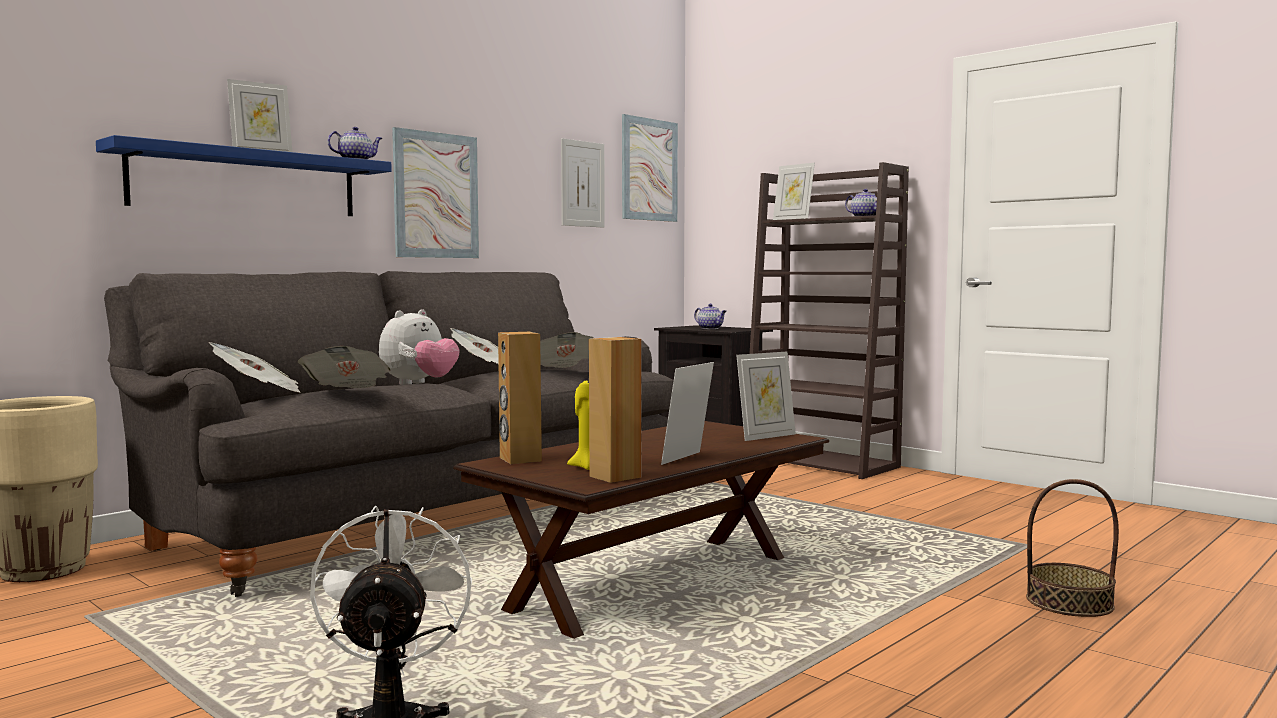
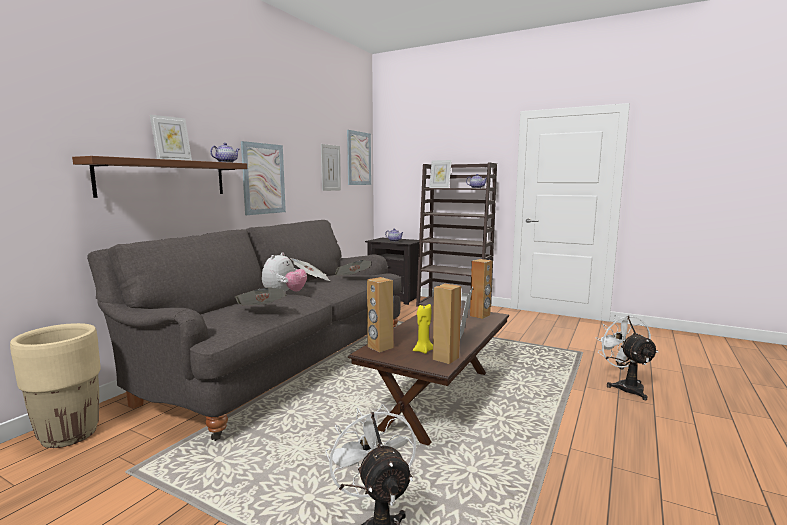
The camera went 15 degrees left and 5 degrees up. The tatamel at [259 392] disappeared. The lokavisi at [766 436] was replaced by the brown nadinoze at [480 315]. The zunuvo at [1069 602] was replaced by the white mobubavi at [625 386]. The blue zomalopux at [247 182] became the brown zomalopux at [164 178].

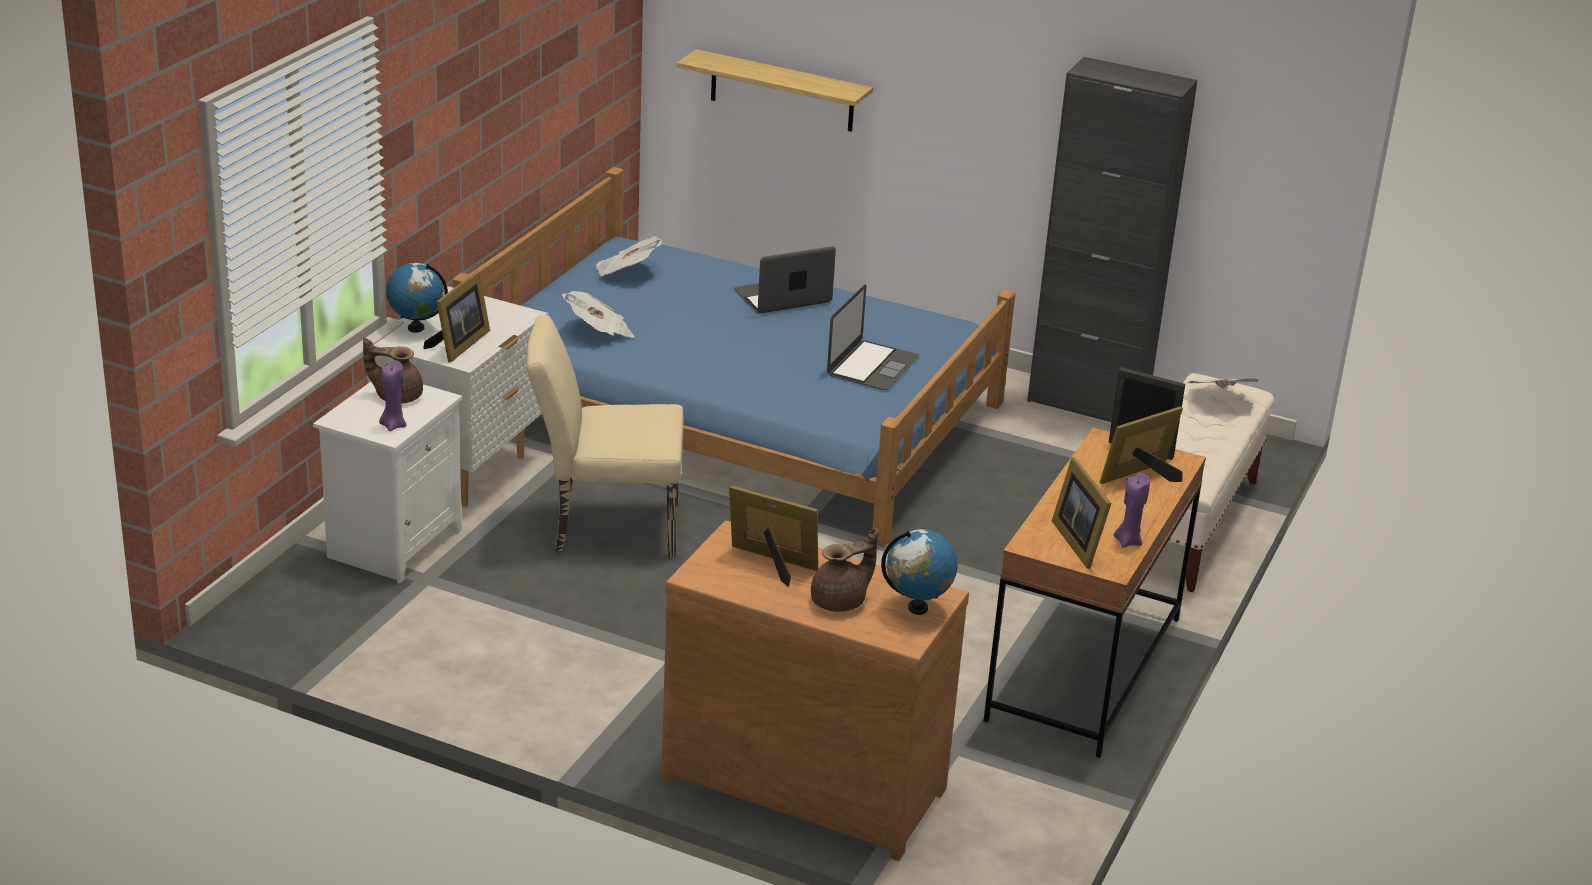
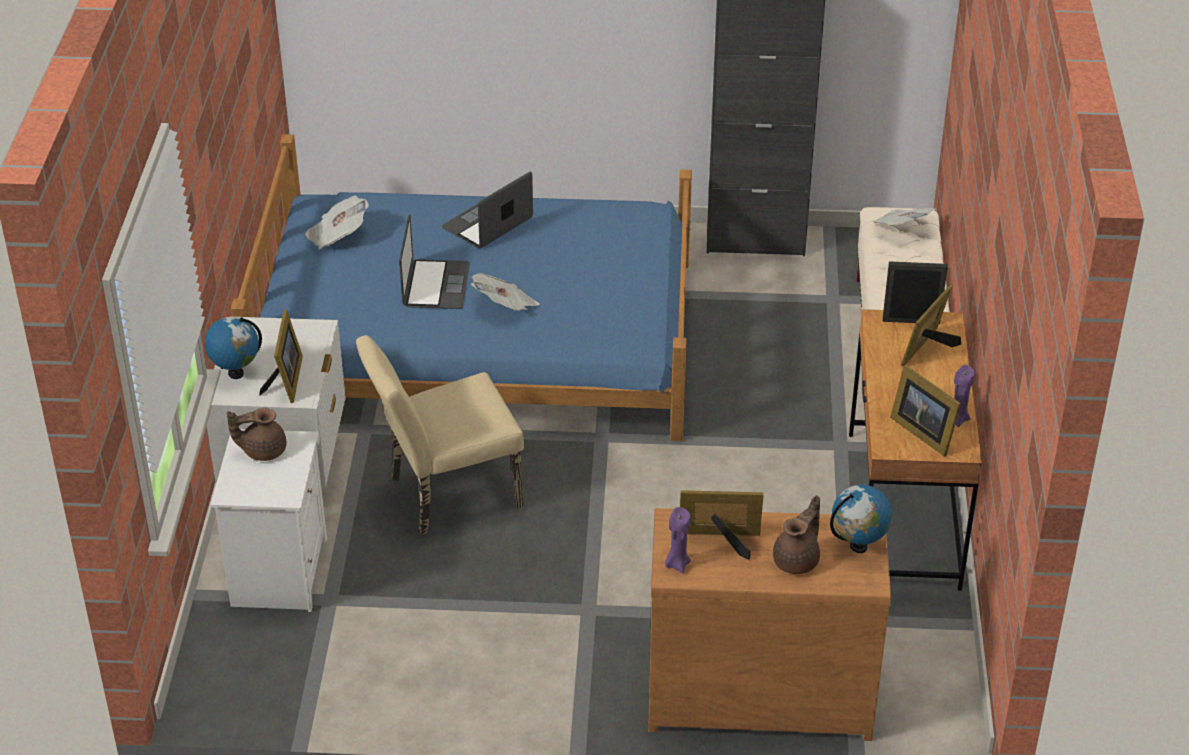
The camera went 20 degrees left and 10 degrees up. The zomalopux at [782 91] disappeared. The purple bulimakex moved from [393 425] to [677 564]. The tatamel moved from [599 332] to [505 307]. The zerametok moved from [872 366] to [436 285].

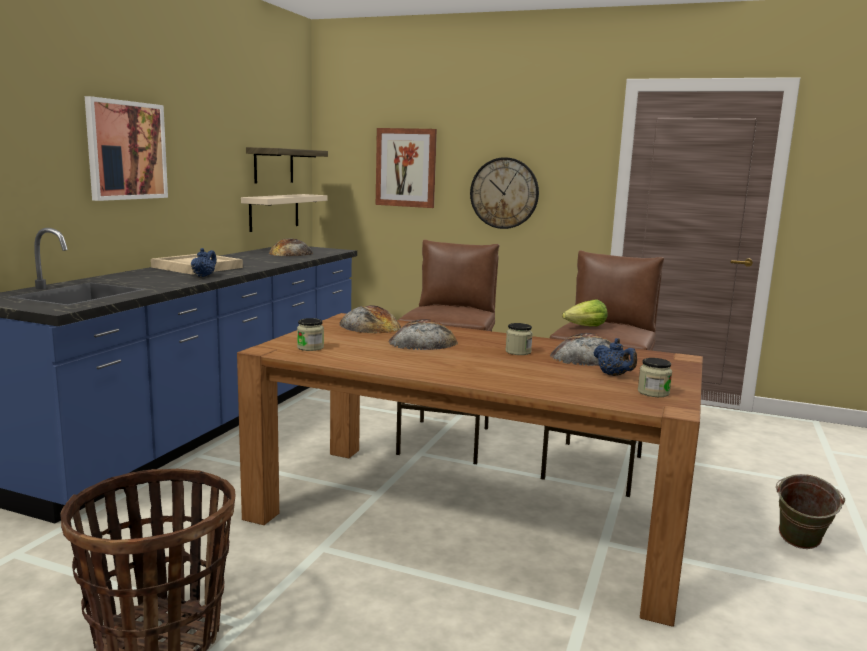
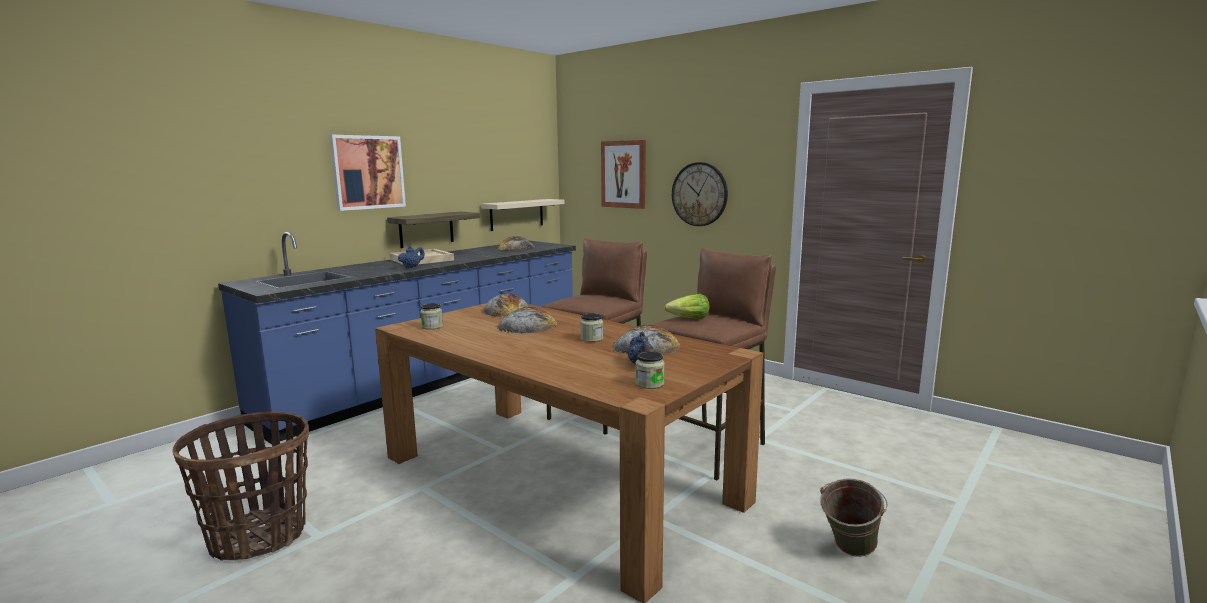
The camera went 20 degrees right and 0 degrees up. The zomalopux moved from [273 165] to [426 229].

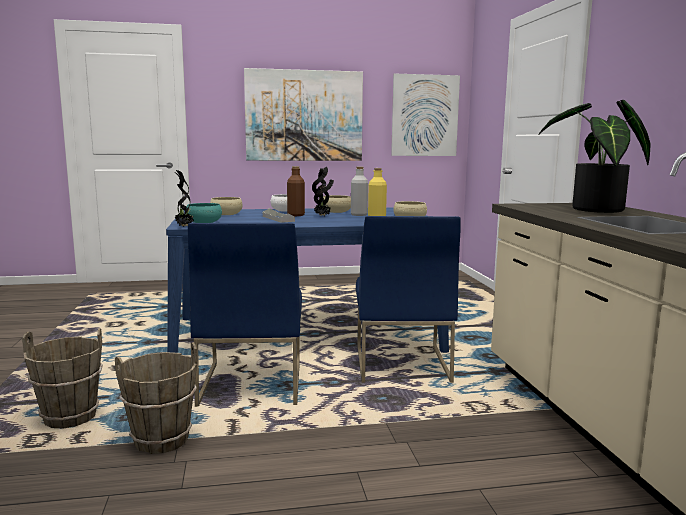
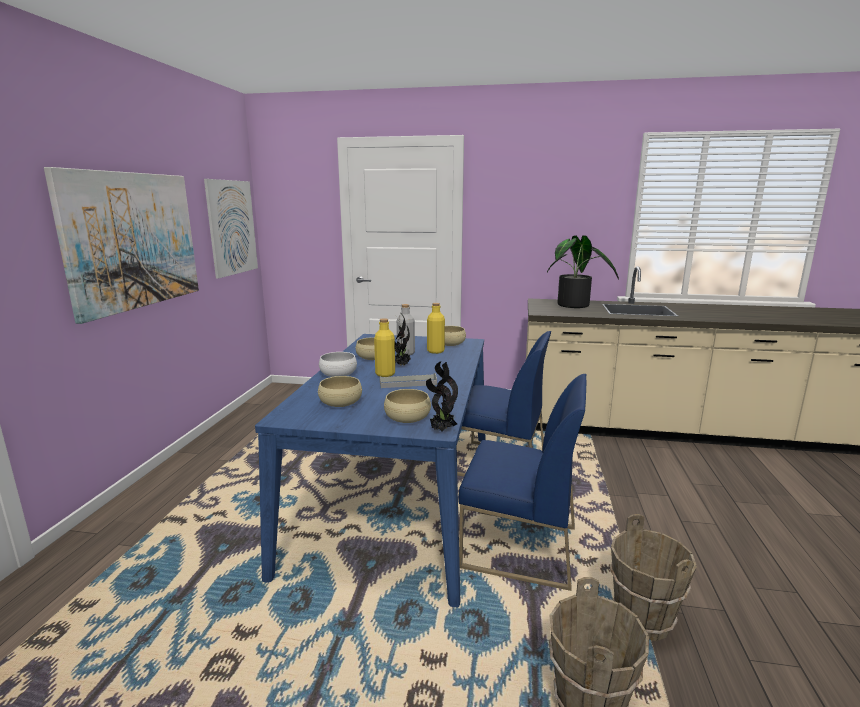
The camera went 70 degrees left and 5 degrees up. The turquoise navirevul at [204 222] became the beige navirevul at [407 418]. The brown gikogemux at [296 215] became the yellow gikogemux at [385 374].

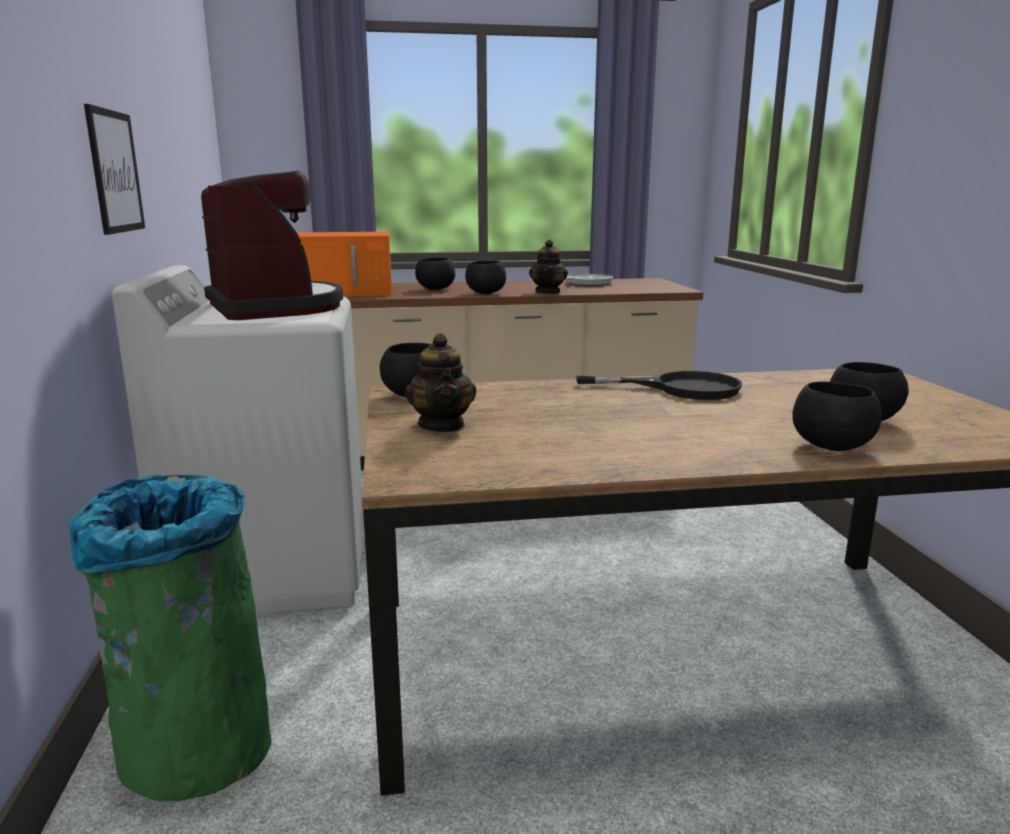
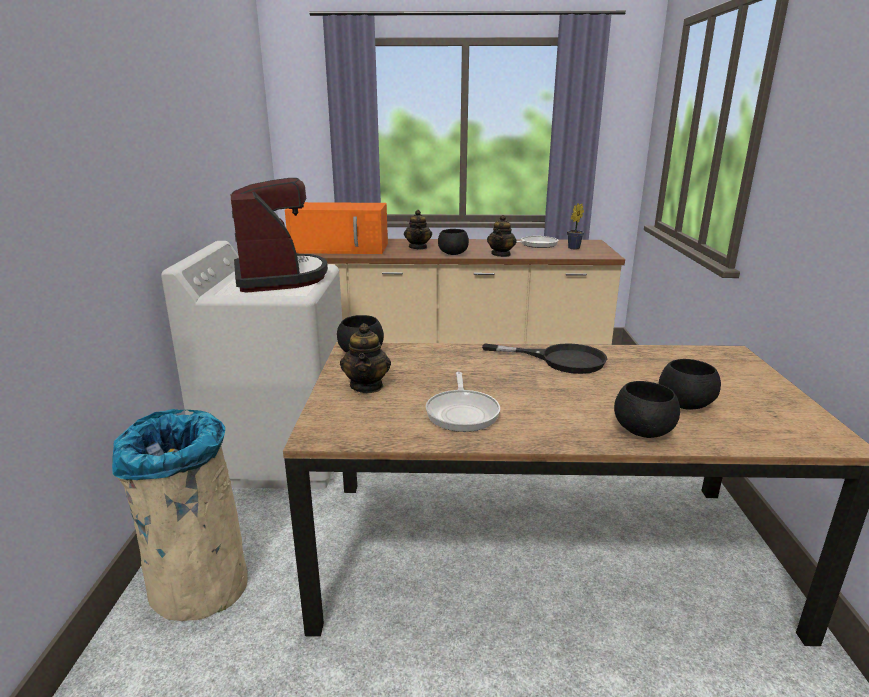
The camera went 10 degrees right and 5 degrees up. The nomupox at [115 172] disappeared. The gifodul at [462 412] appeared. The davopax at [572 248] appeared. The black navirevul at [435 289] was replaced by the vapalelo at [418 247]. The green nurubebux at [195 749] became the beige nurubebux at [199 585].

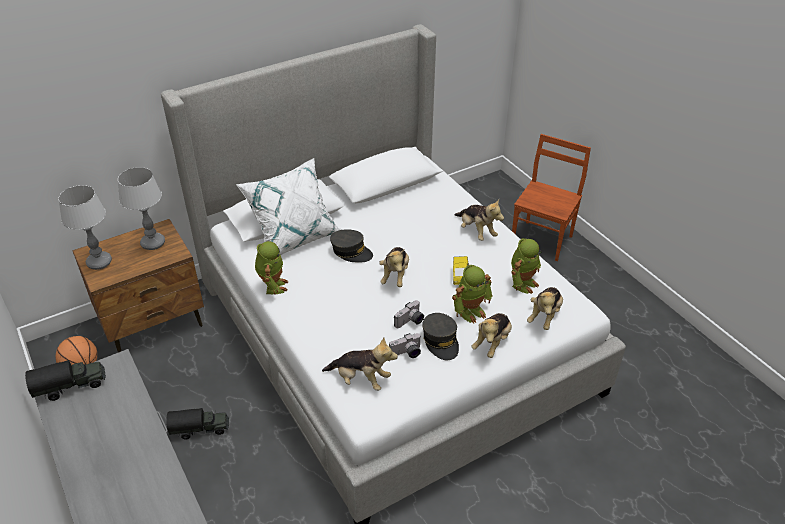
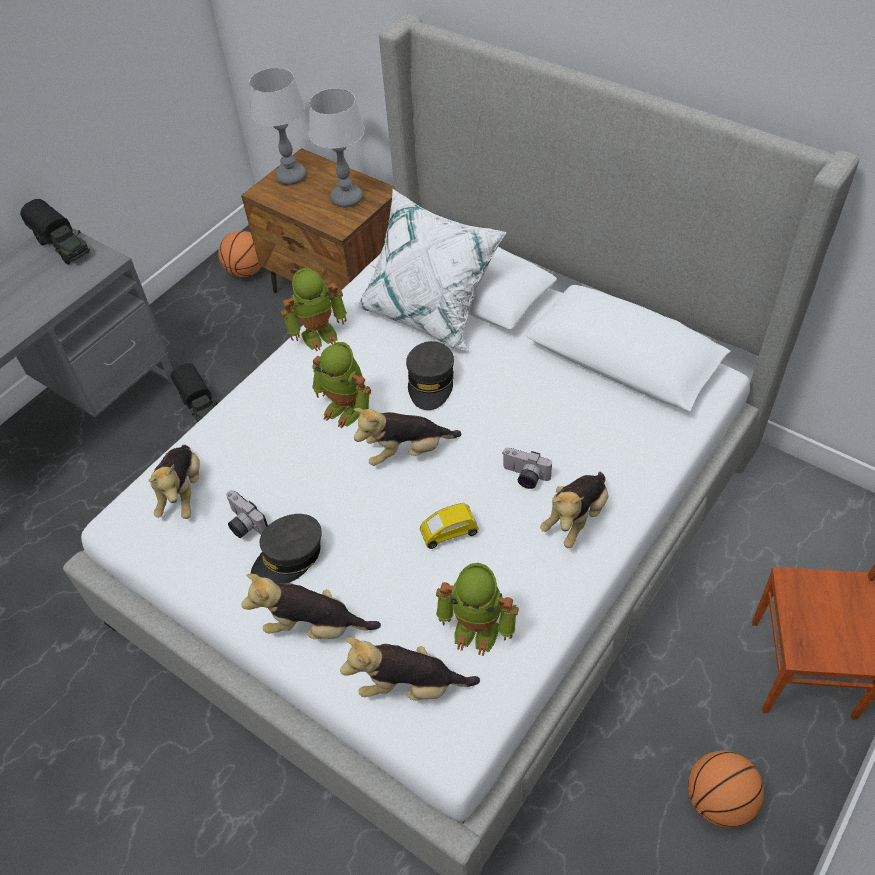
The camera went 70 degrees right and 10 degrees up. The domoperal at [718 800] appeared. The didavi moved from [410 322] to [524 477]. The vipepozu moved from [470 311] to [346 408].

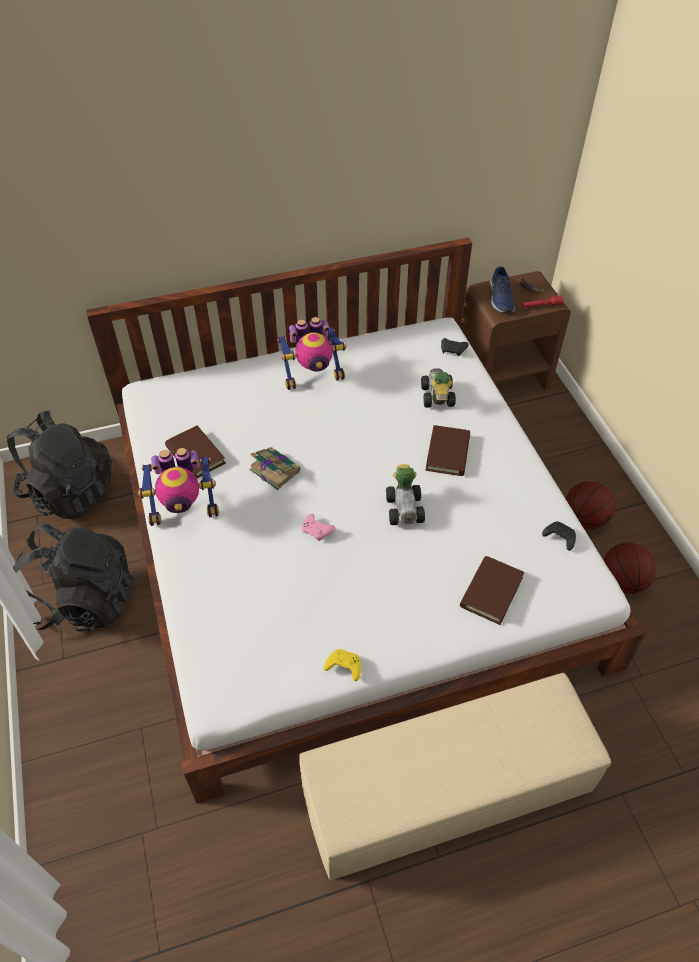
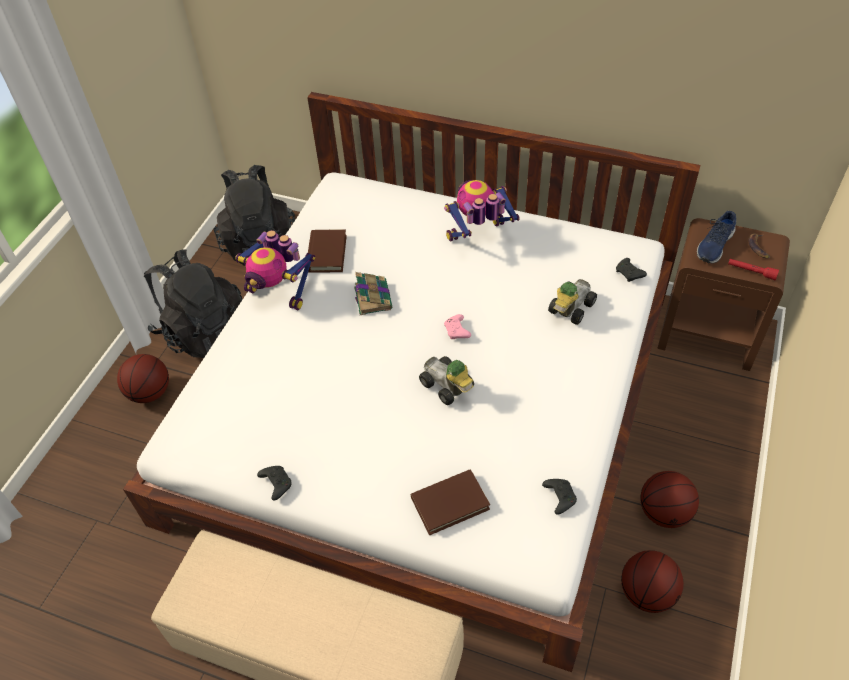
The camera went 40 degrees right and 0 degrees up. The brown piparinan at [447 453] disappeared. The domoperal at [150 393] appeared. The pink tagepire moved from [317 531] to [457 331]. The yellow tagepire at [343 667] became the black tagepire at [276 483]. The vipepozu at [313 377] turned 135 degrees clockwise. The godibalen at [405 507] turned 105 degrees clockwise.

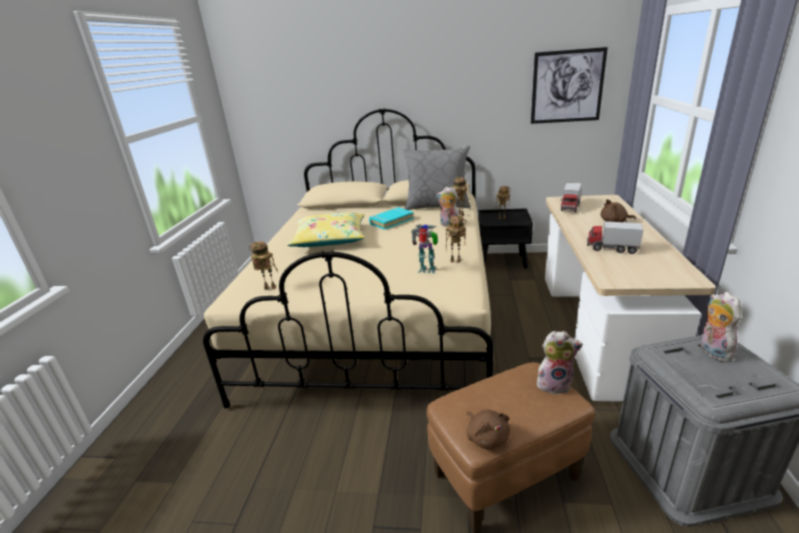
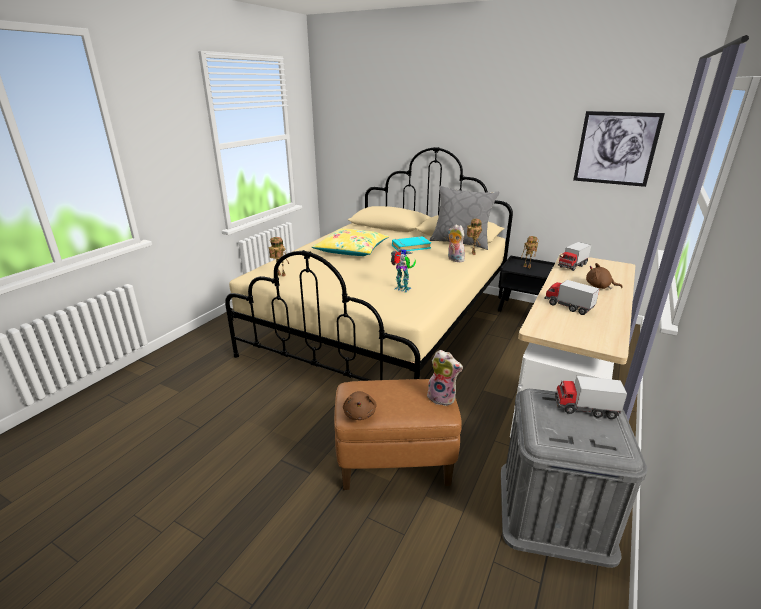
The camera went 20 degrees right and 0 degrees up. The vipepozu at [456 261] disappeared. The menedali at [711 351] was replaced by the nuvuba at [585 409].

